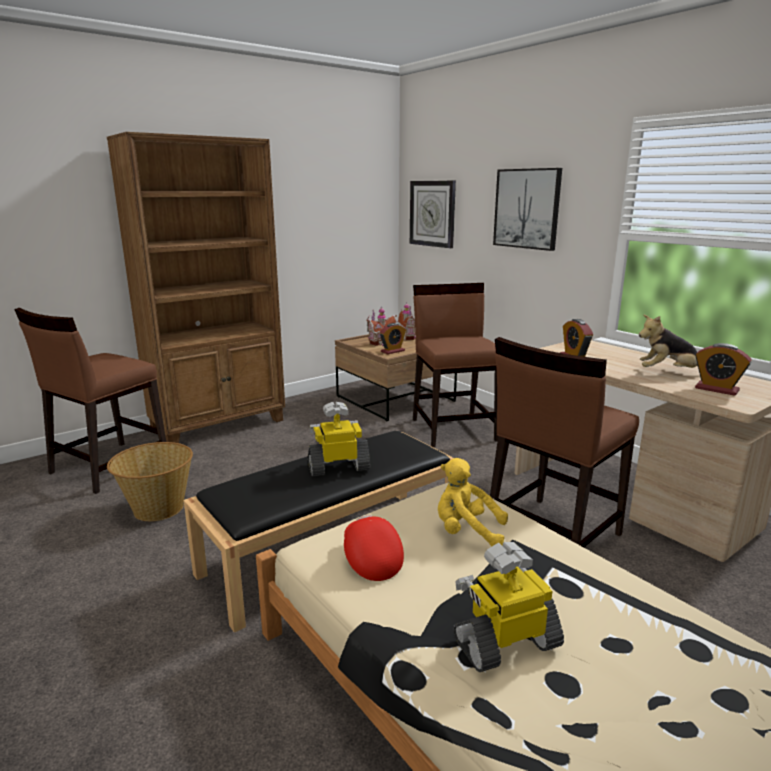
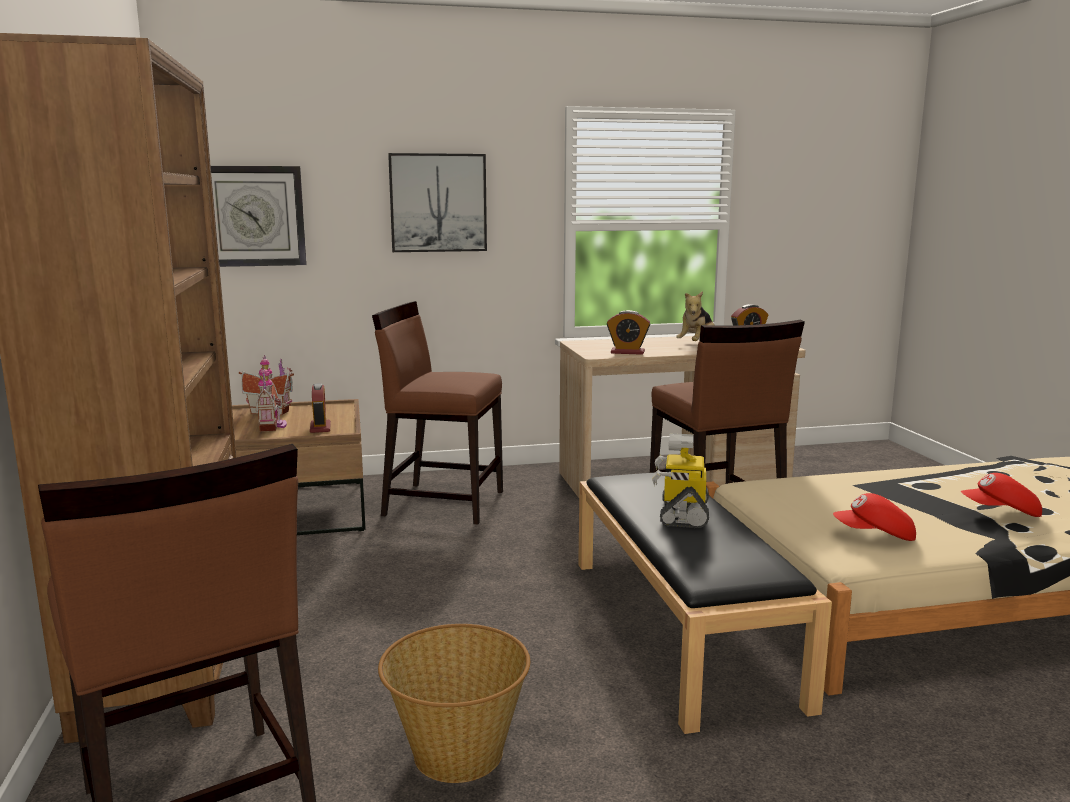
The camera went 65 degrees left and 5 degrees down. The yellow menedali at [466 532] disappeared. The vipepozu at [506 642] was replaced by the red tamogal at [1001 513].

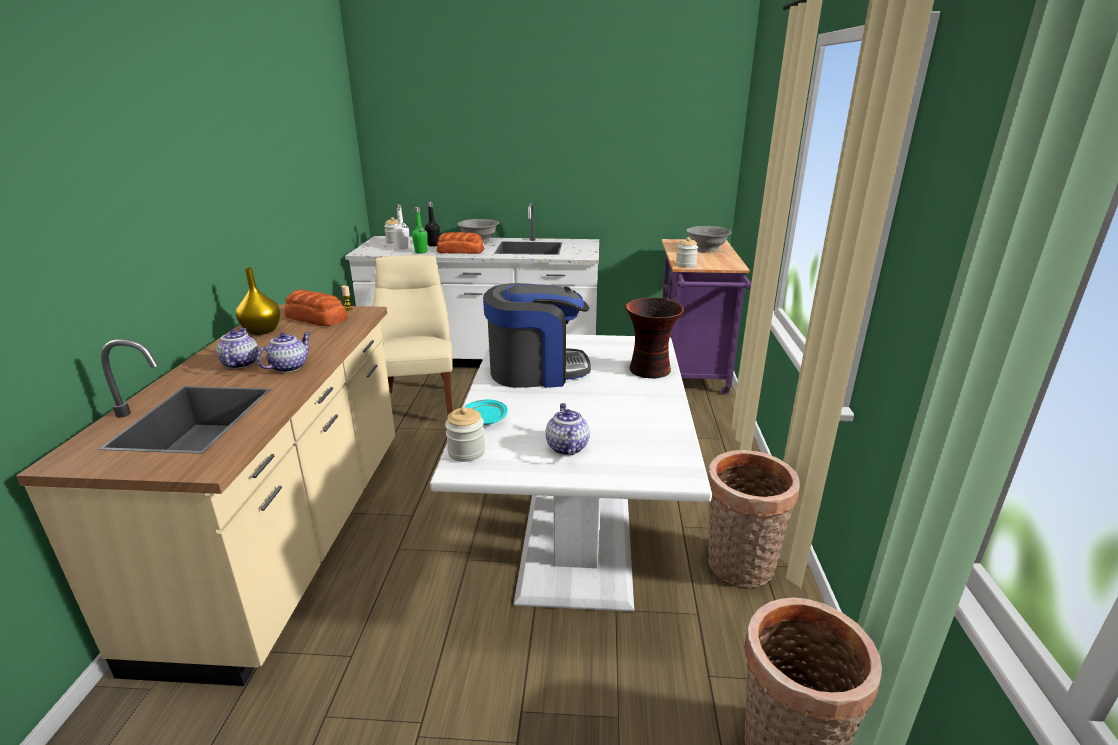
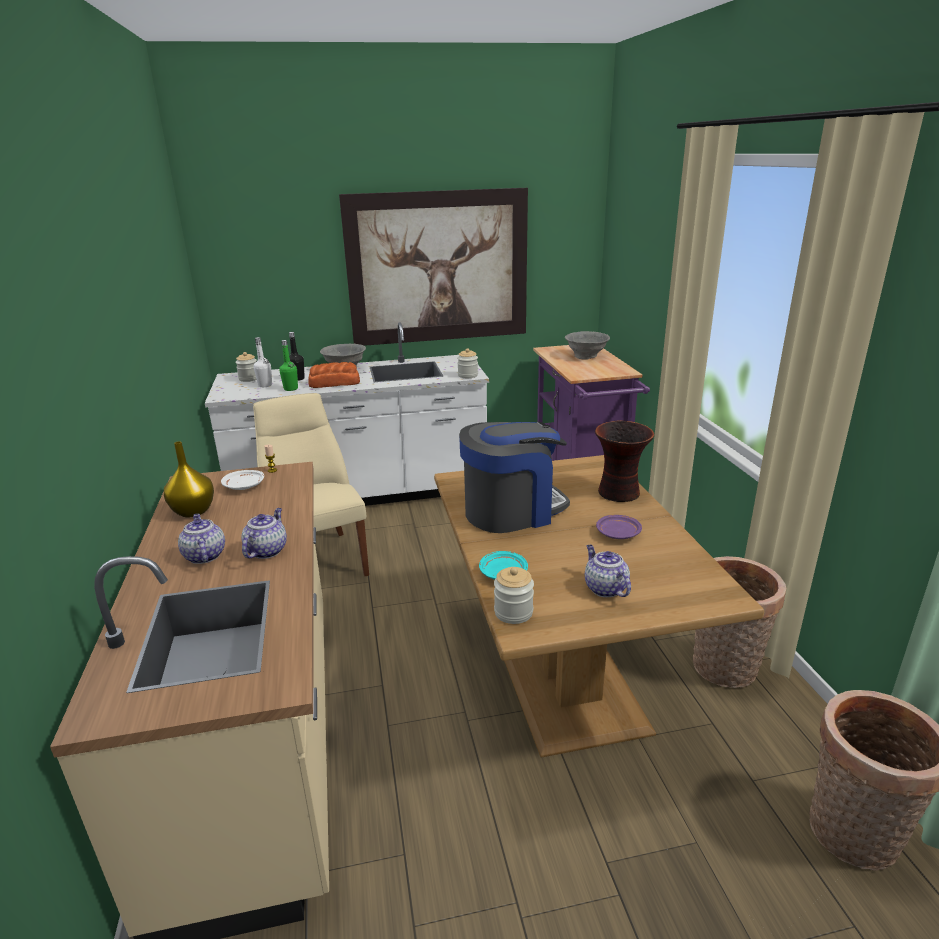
The camera went 15 degrees left and 0 degrees up. The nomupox at [438 268] appeared. The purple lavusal at [618 533] appeared. The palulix moved from [685 265] to [468 375]. The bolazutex at [316 318] was replaced by the white lavusal at [244 486]. The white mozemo at [574 540] became the brown mozemo at [562 675].

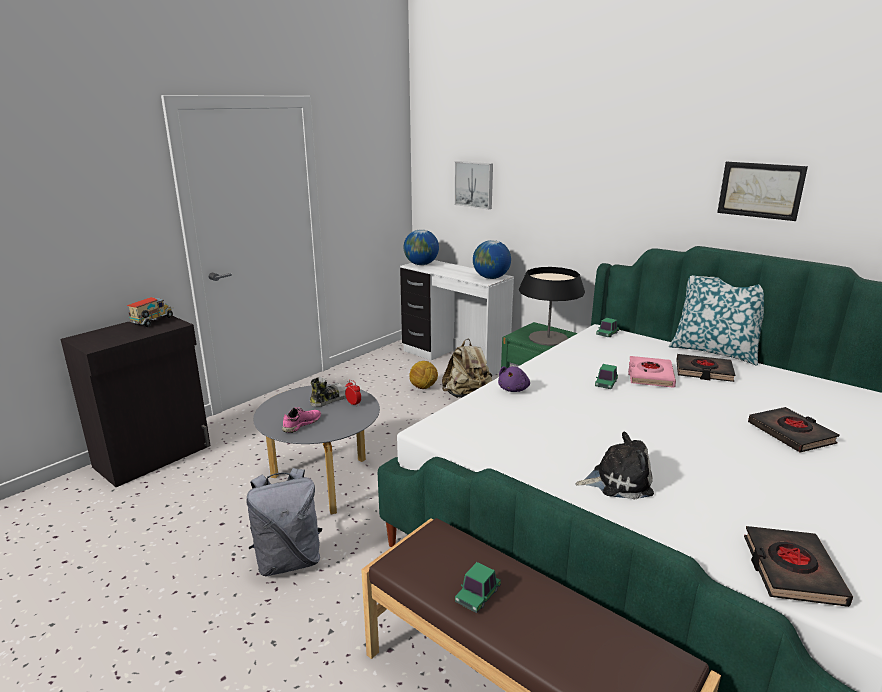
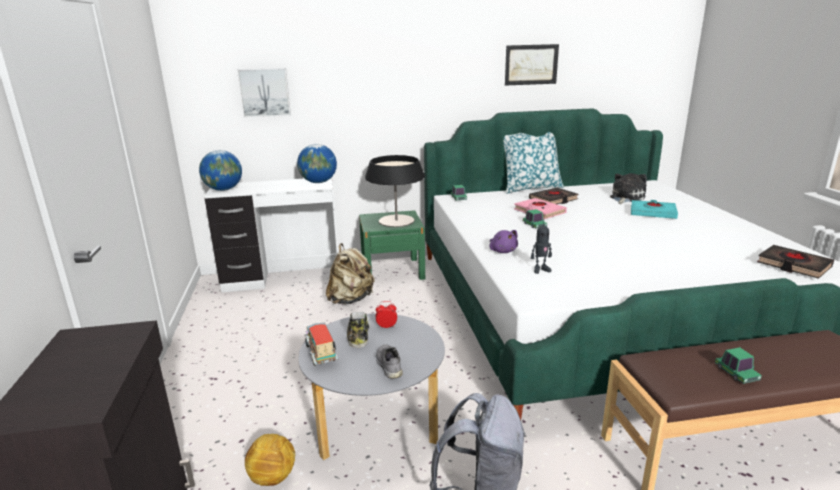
The camera went 50 degrees left and 0 degrees up. The vipepozu at [540 270] appeared. The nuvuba moved from [153 322] to [321 354]. The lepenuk moved from [423 387] to [273 477]. The menedali moved from [618 481] to [626 198]. The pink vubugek at [301 424] became the grey vubugek at [388 365]. The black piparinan at [791 434] became the turquoise piparinan at [653 213].

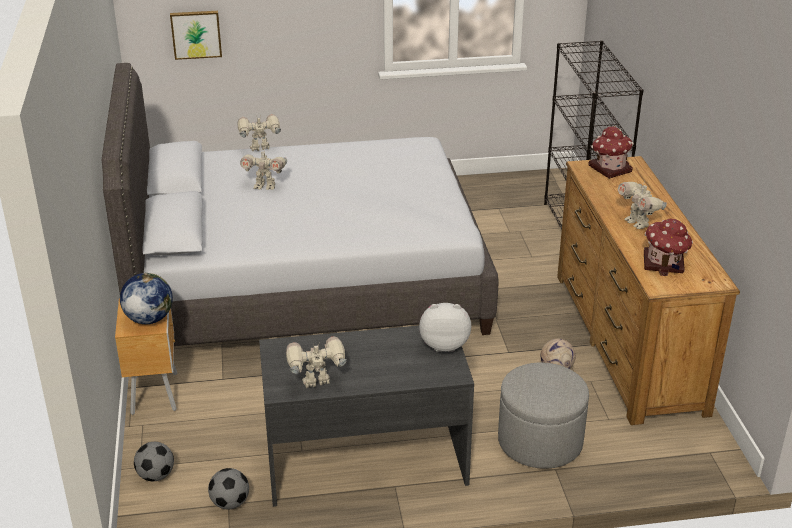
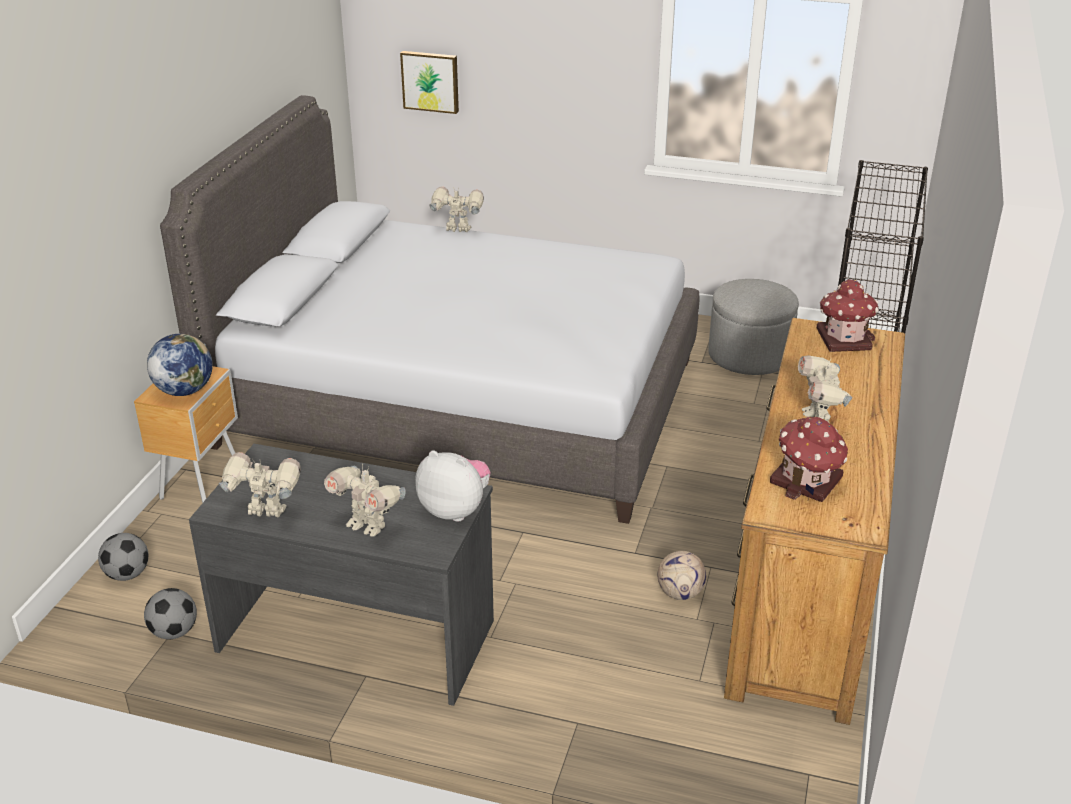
The camera went 25 degrees right and 0 degrees up. The vipepozu moved from [265 186] to [368 526]. The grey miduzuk moved from [540 441] to [749 356].

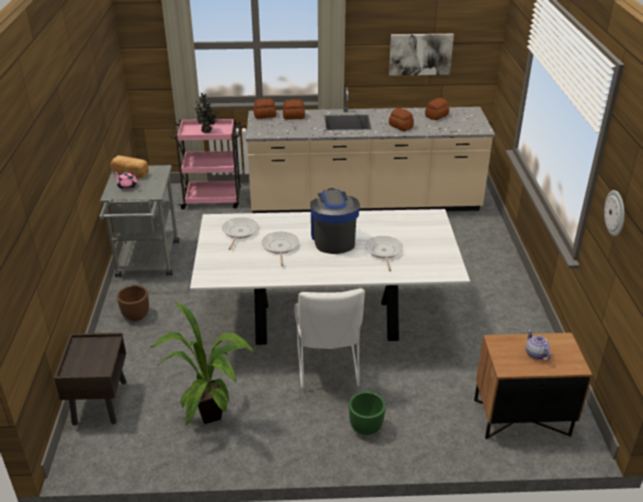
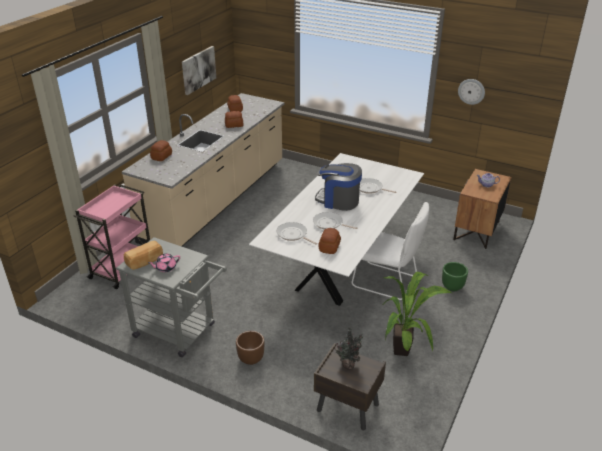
The camera went 60 degrees left and 0 degrees up. The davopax moved from [207 131] to [348 364]. The bolazutex moved from [265 115] to [330 247].

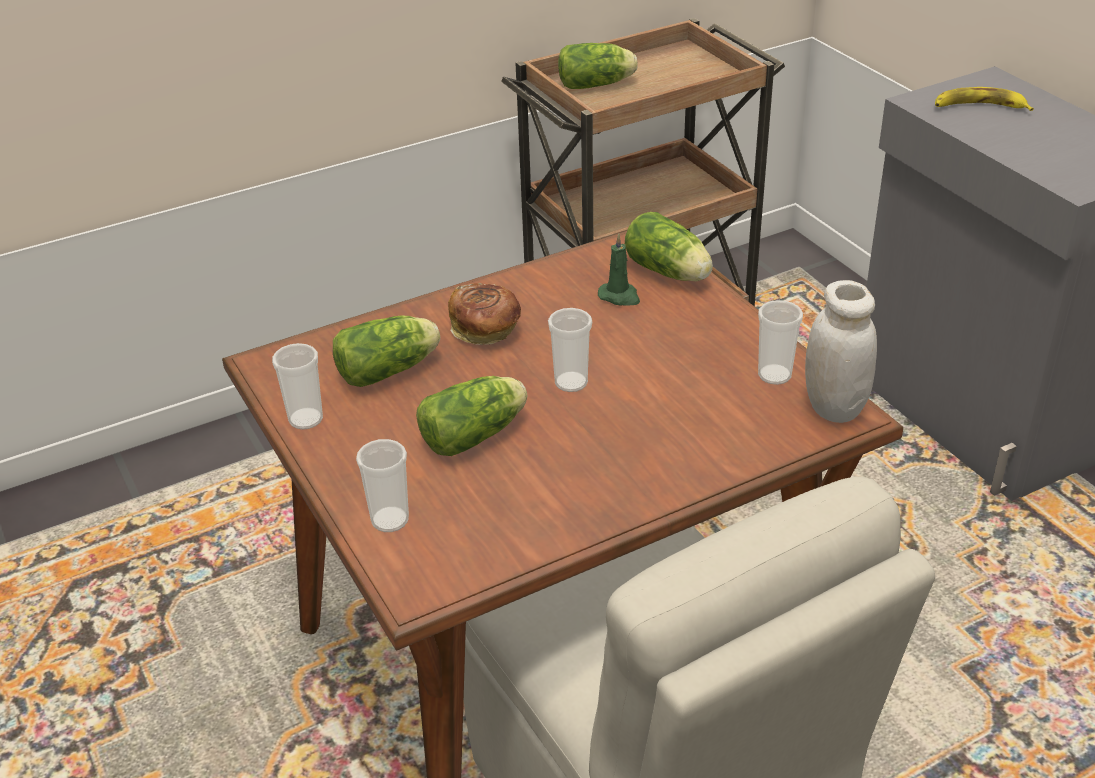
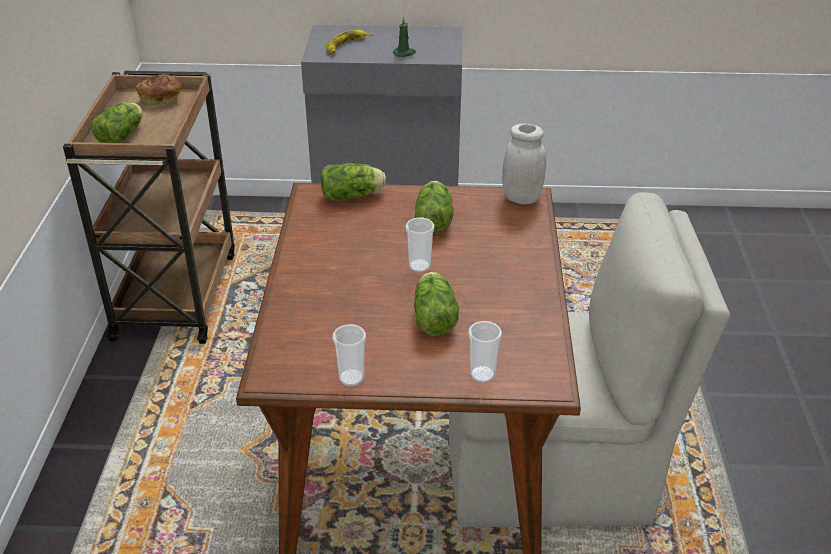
The camera went 60 degrees left and 0 degrees up. The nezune at [774 375] disappeared. The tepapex moved from [391 370] to [434 218]. The bolazutex moved from [485 330] to [162 100]. The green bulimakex moved from [620 297] to [404 53].

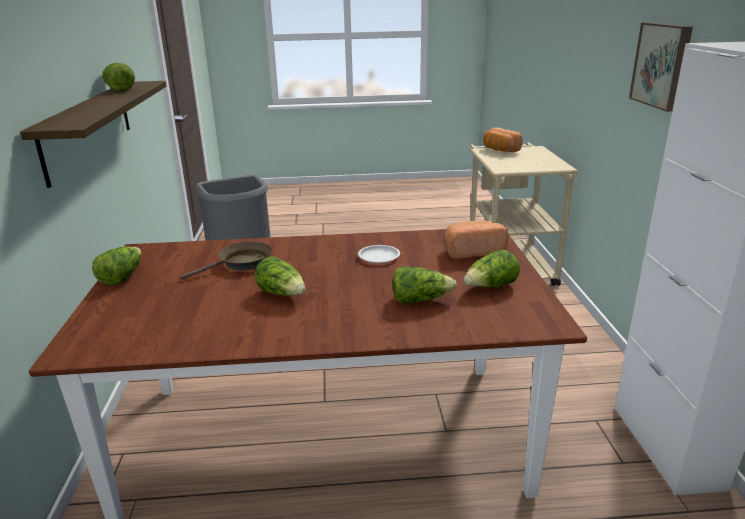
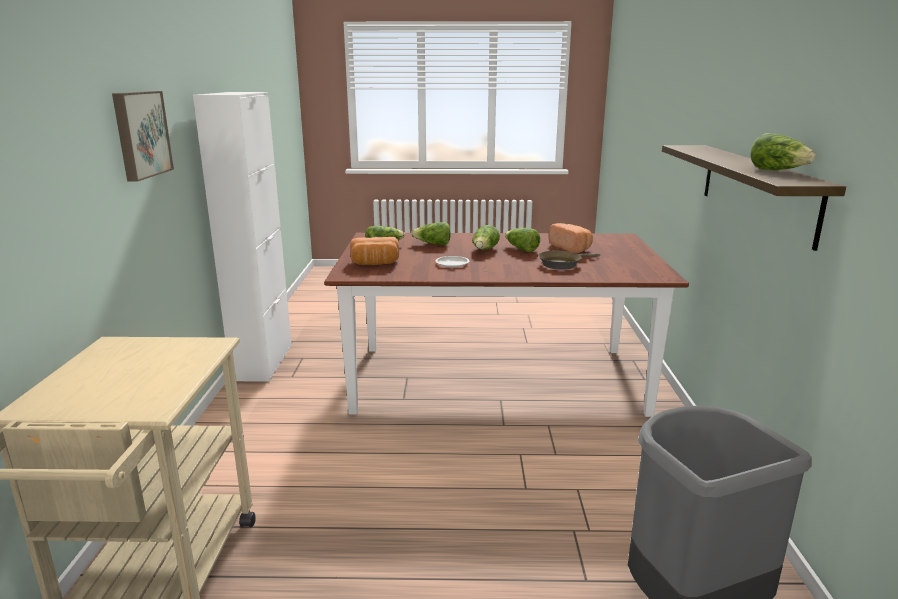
The camera went 175 degrees left and 5 degrees down. The tepapex moved from [122 277] to [485 250]. The bolazutex moved from [499 150] to [571 248].

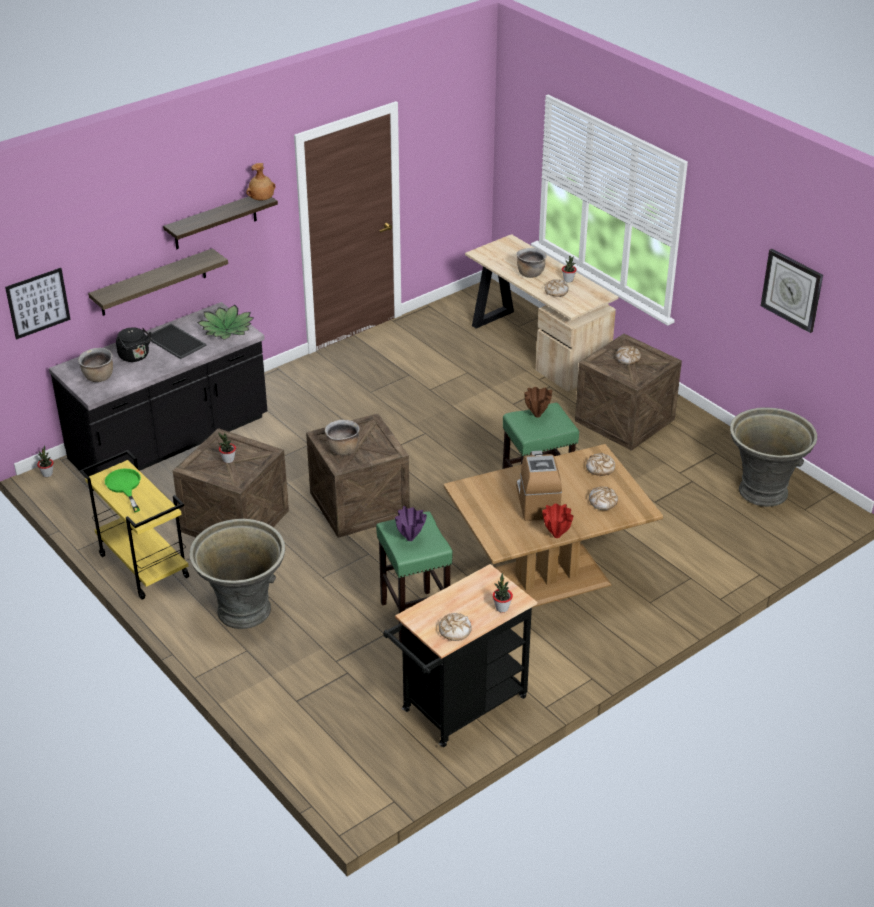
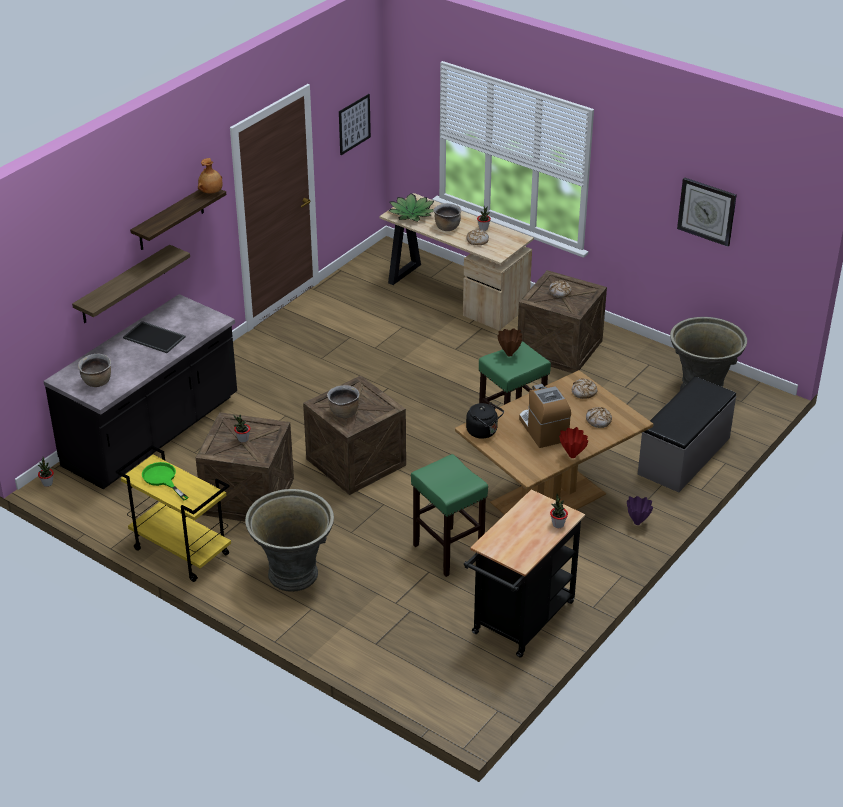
The camera went 15 degrees left and 0 degrees up. The bolazutex at [454 630] disappeared. The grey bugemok at [685 456] appeared. The nomupox moved from [38 303] to [354 124]. The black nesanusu moved from [135 357] to [484 432]. The davopax moved from [227 329] to [411 214]. The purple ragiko moved from [410 539] to [637 523].

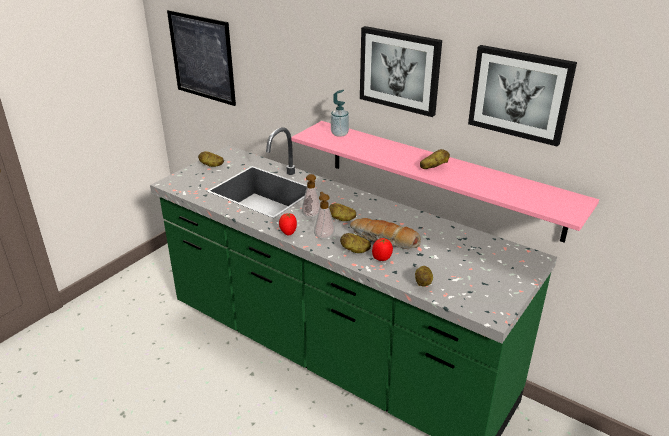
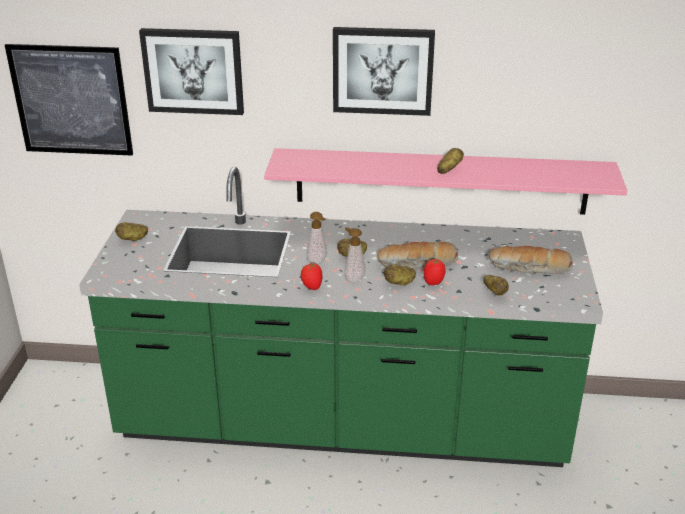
The camera went 30 degrees left and 0 degrees up. The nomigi at [339 134] disappeared. The bolazutex at [529 268] appeared. The nomupox moved from [520 94] to [193 71].

